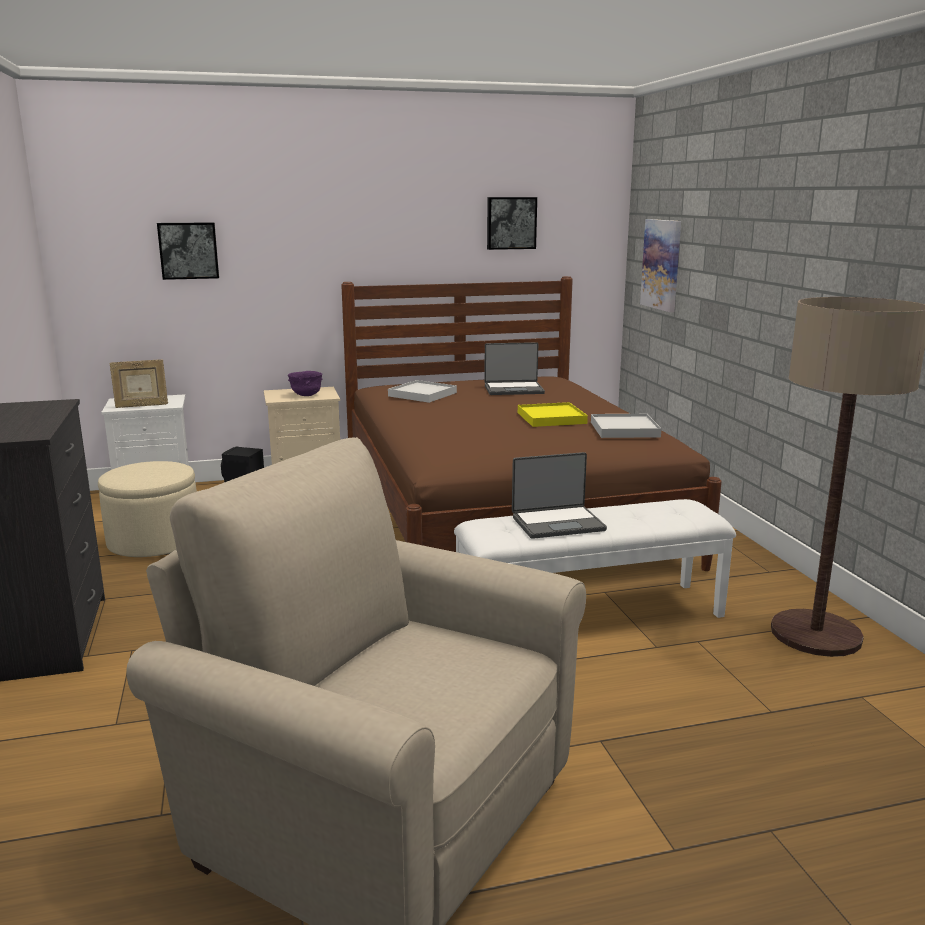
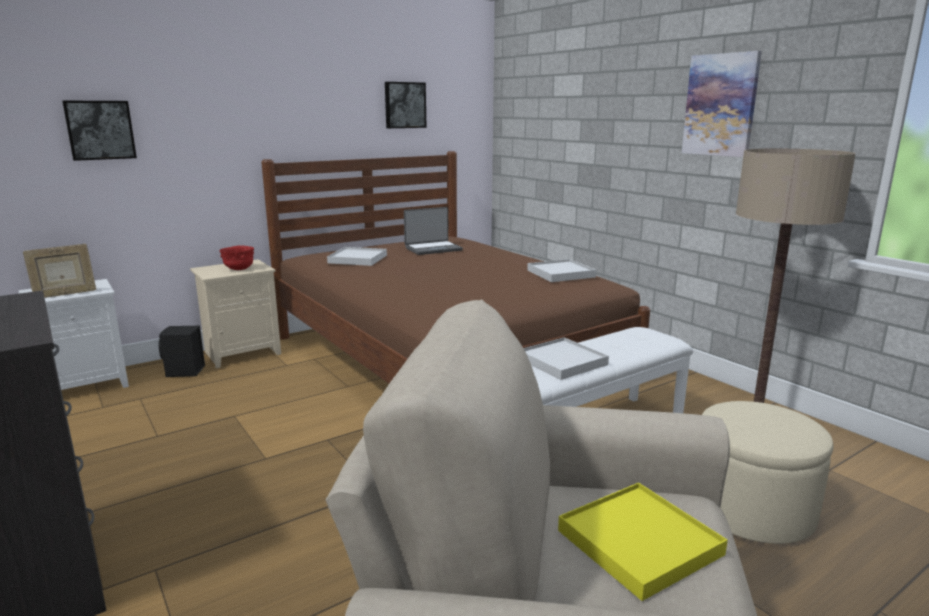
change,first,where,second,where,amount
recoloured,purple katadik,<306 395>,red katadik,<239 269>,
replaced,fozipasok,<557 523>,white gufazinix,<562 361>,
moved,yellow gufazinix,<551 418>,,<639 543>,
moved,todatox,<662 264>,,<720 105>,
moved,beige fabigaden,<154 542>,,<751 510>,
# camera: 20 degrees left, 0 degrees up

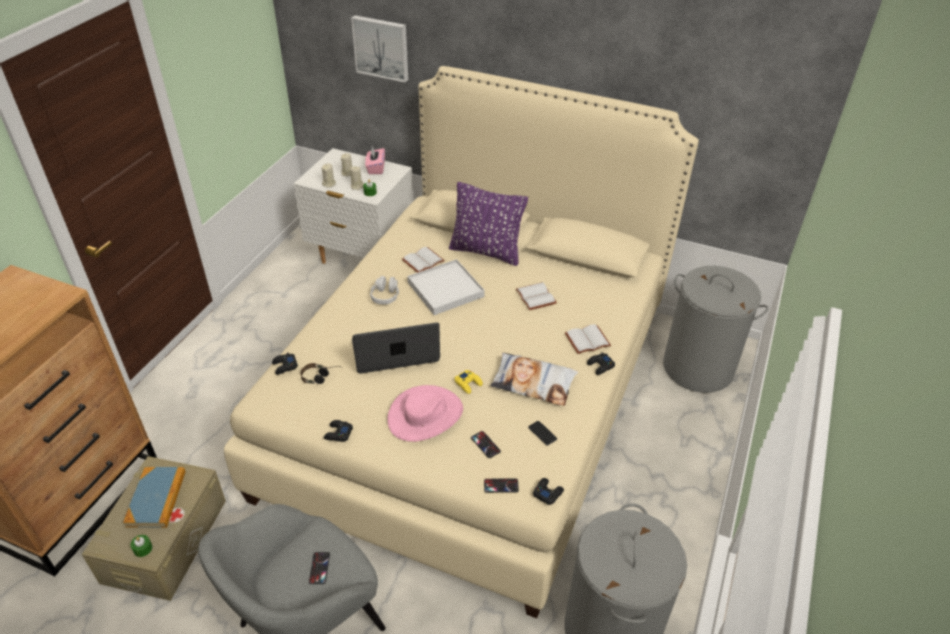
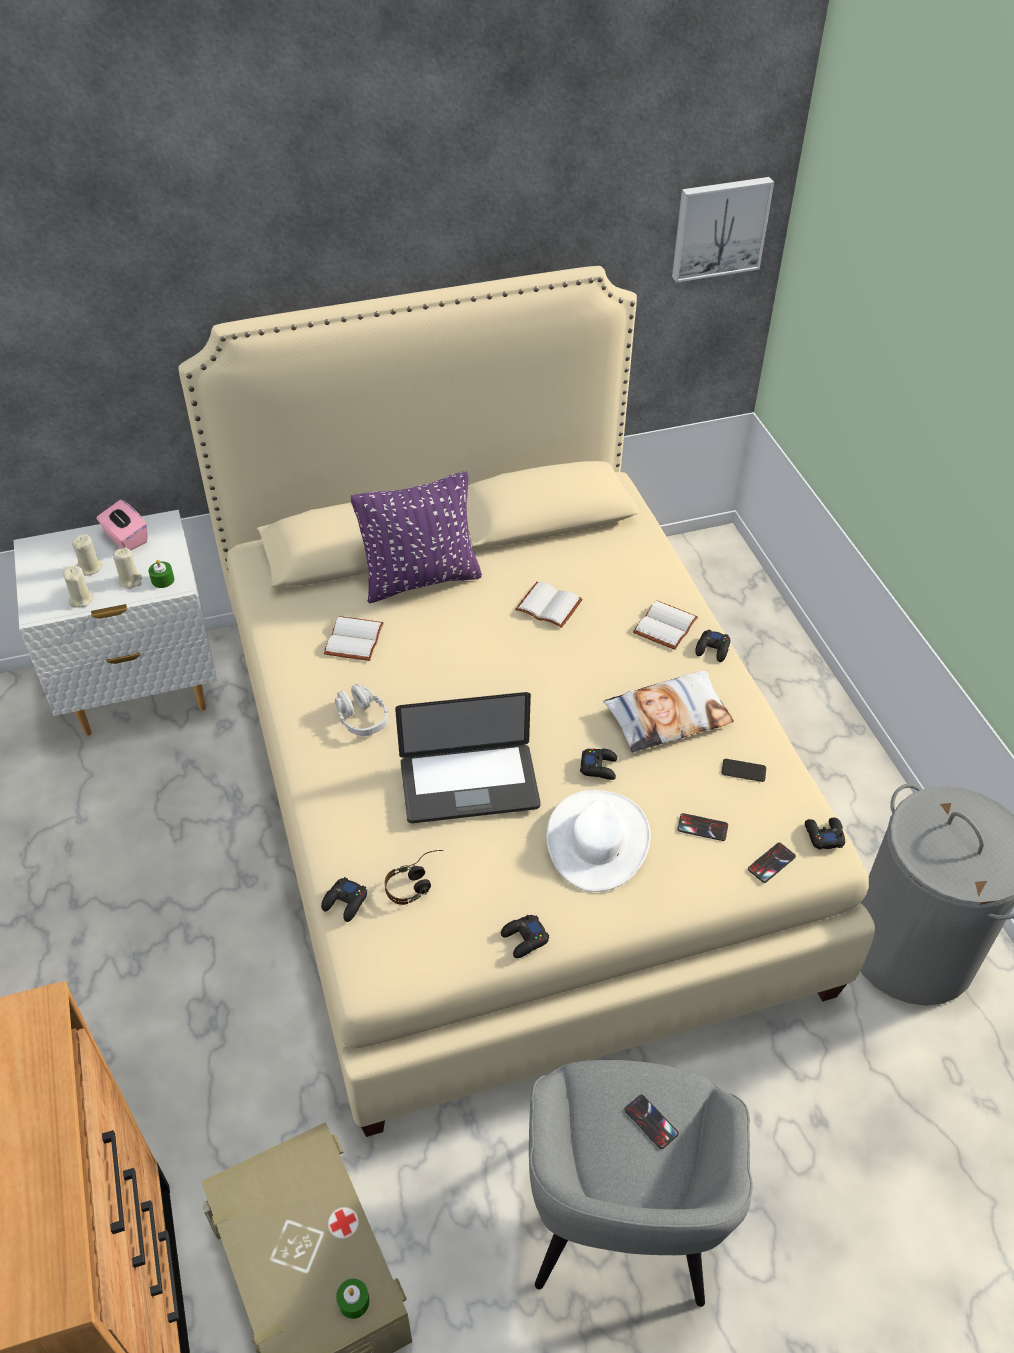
change,first,where,second,where,amount
turned,fozipasok,<395 352>,,<469 785>,135 degrees counterclockwise
recoloured,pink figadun,<425 415>,white figadun,<598 840>,
recoloured,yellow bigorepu,<468 383>,black bigorepu,<599 767>,
moved,todatox,<381 48>,,<719 227>,
removed,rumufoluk,<157 499>,,,
removed,white gufazinix,<445 289>,,,
removed,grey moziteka,<698 367>,,,
# camera: 40 degrees left, 5 degrees up

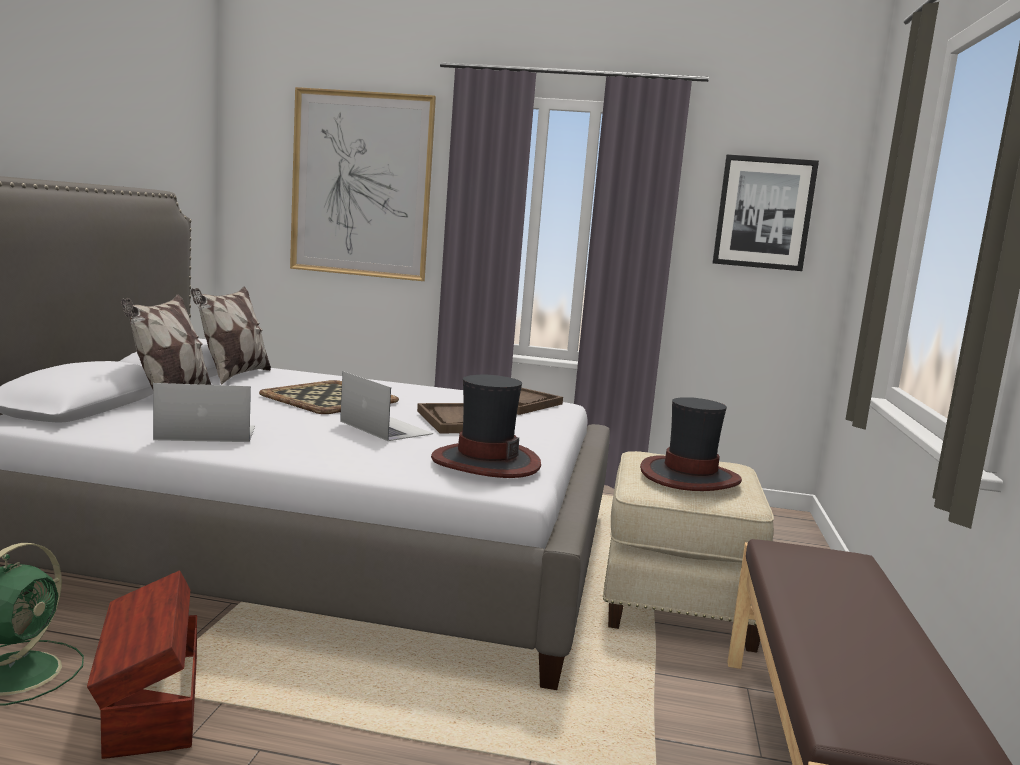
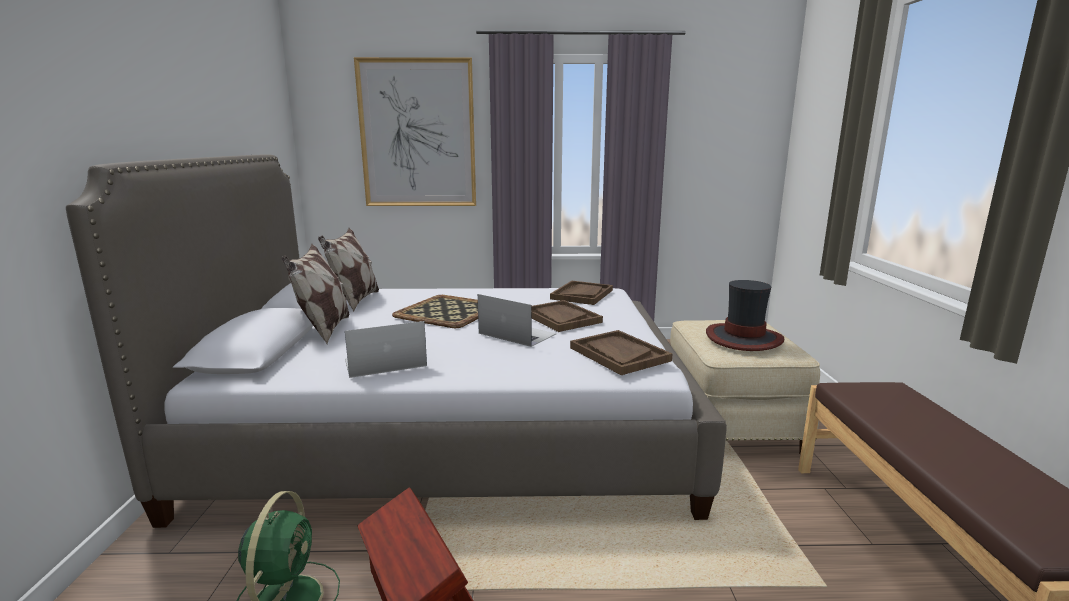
change,first,where,second,where,amount
replaced,figadun,<485 462>,brown gufazinix,<619 354>,
removed,todatox,<764 213>,,,
# camera: 10 degrees left, 5 degrees up

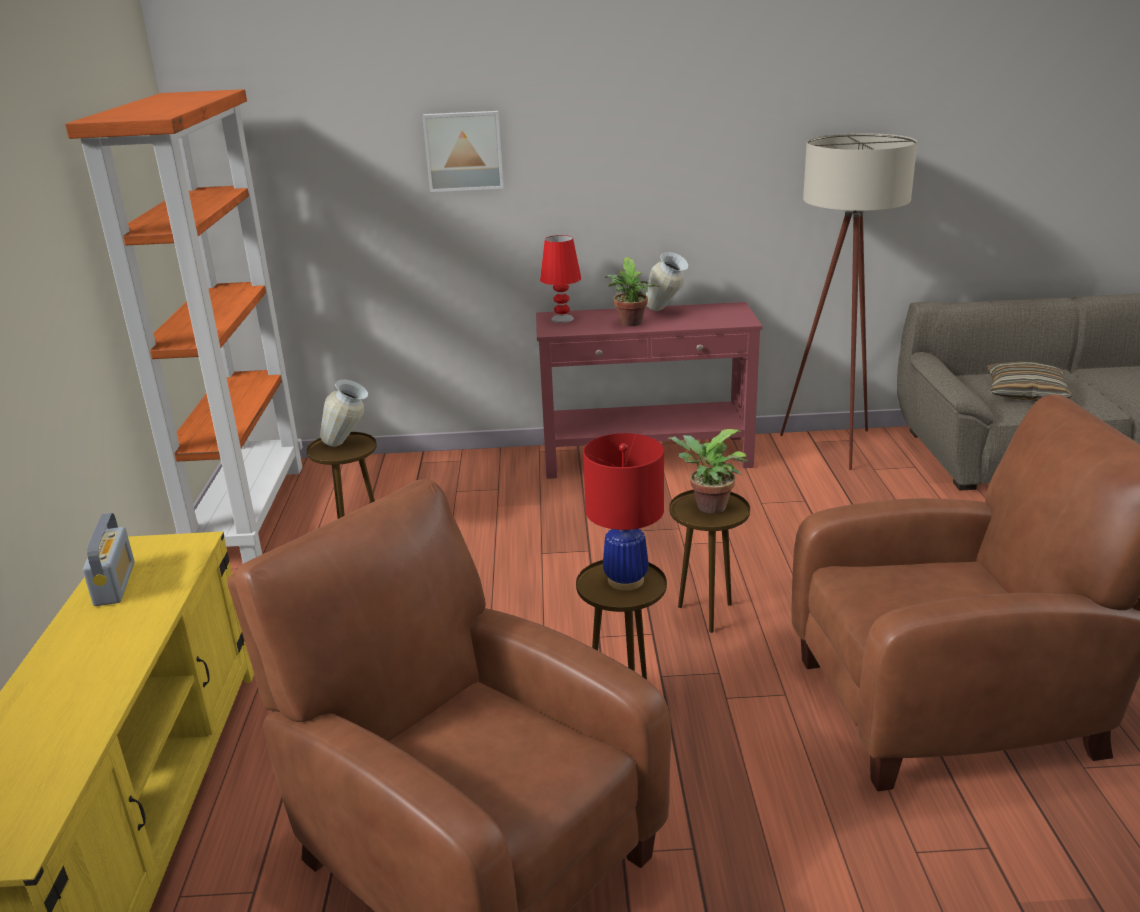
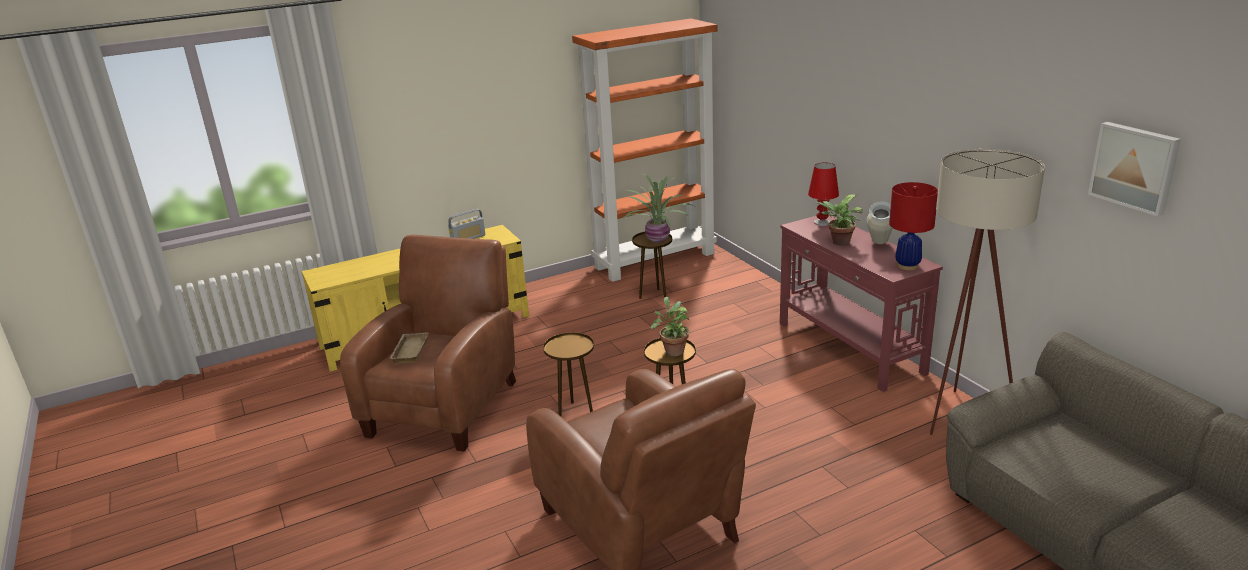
change,first,where,second,where,amount
added,,,beige gufazinix,<409 351>,
replaced,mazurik,<349 445>,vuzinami,<657 240>,
moved,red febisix,<625 580>,,<907 266>,
moved,todatox,<464 151>,,<1135 167>,
removed,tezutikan,<1025 393>,,,
# camera: 65 degrees right, 0 degrees up

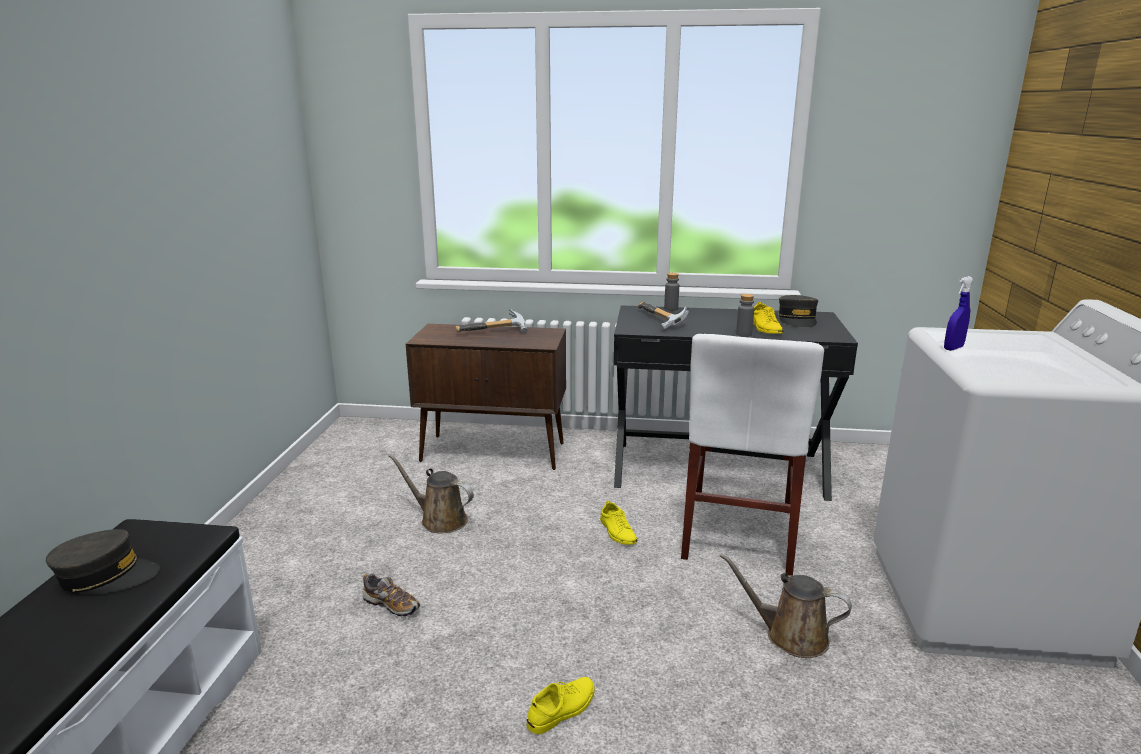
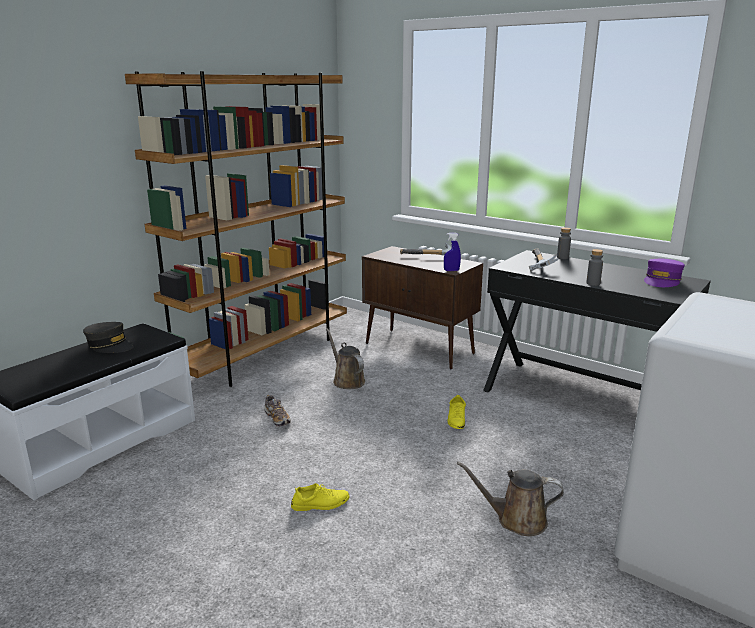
change,first,where,second,where,amount
added,,,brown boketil,<265 354>,
moved,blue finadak,<953 348>,,<451 270>,
turned,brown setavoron,<790 636>,,<516 520>,45 degrees counterclockwise
recoloured,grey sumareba,<797 320>,purple sumareba,<662 281>,
removed,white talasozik,<739 533>,,,
removed,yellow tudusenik,<765 328>,,,
# camera: 30 degrees right, 0 degrees up

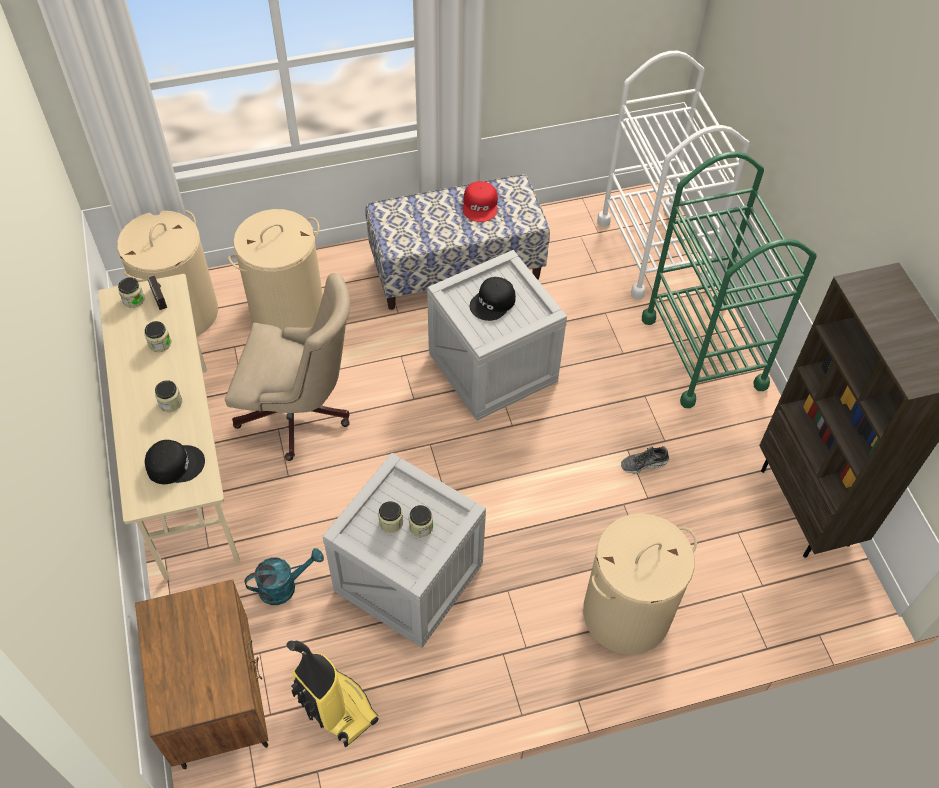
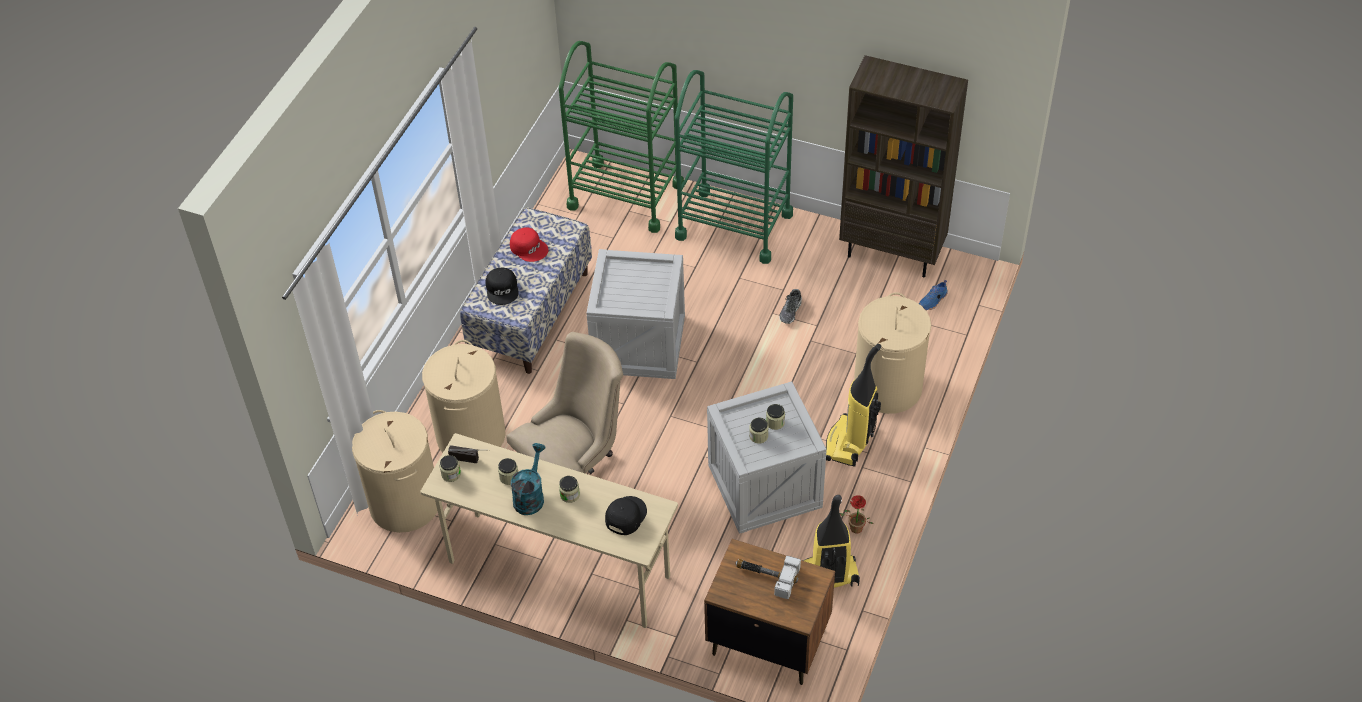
change,first,where,second,where,amount
moved,black sumareba,<493 302>,,<502 289>,
moved,turquoise setavoron,<284 586>,,<530 496>,
recoloured,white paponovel,<654 250>,green paponovel,<625 196>,
added,,,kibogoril,<766 575>,
added,,,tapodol,<849 443>,
added,,,vuzinami,<854 530>,
added,,,blue tudusenik,<933 301>,
# camera: 50 degrees left, 5 degrees down

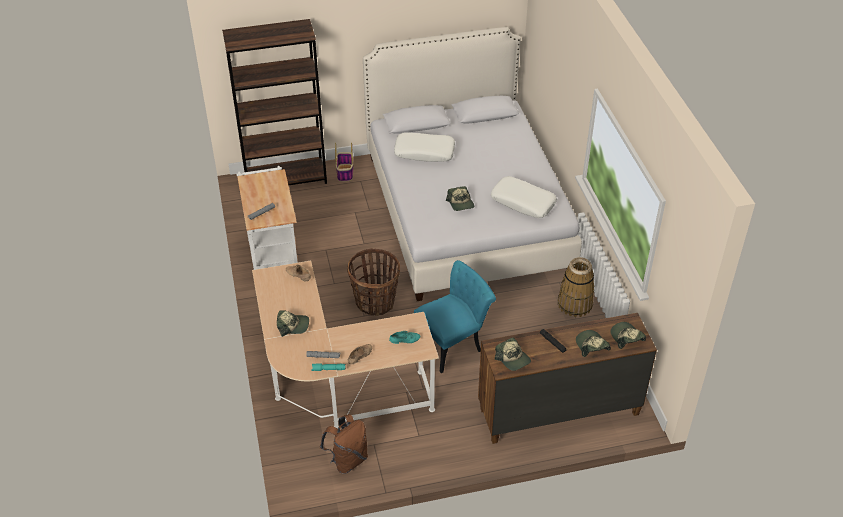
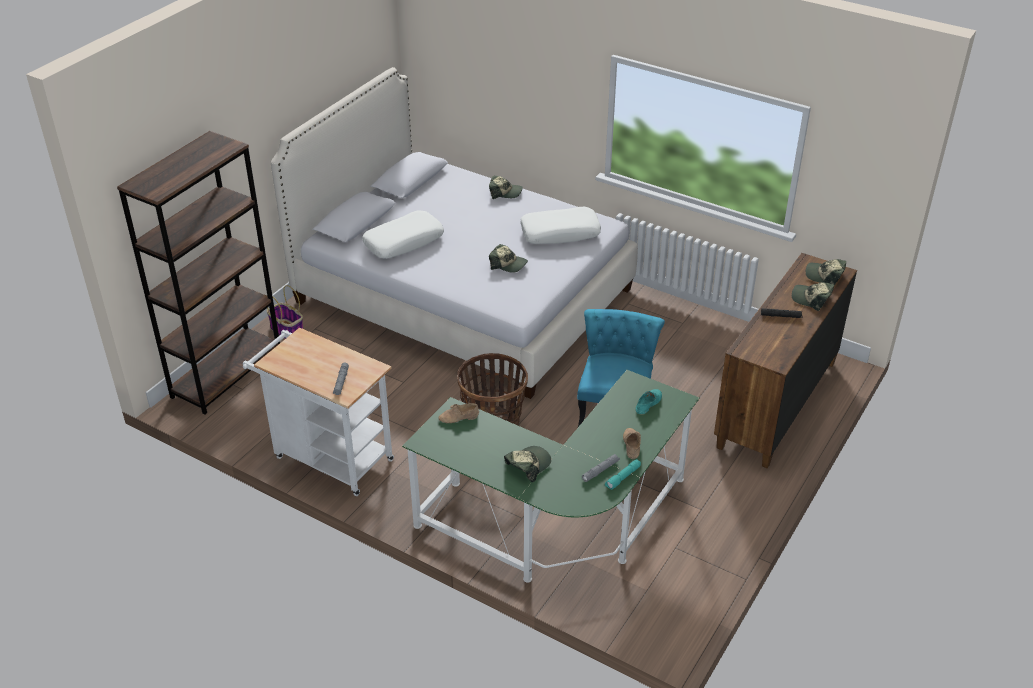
change,first,where,second,where,amount
recoloured,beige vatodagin,<332 383>,green vatodagin,<559 525>,
moved,sumareba,<513 359>,,<505 192>,
removed,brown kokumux,<347 460>,,,
removed,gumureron,<575 304>,,,
# camera: 45 degrees left, 5 degrees down

